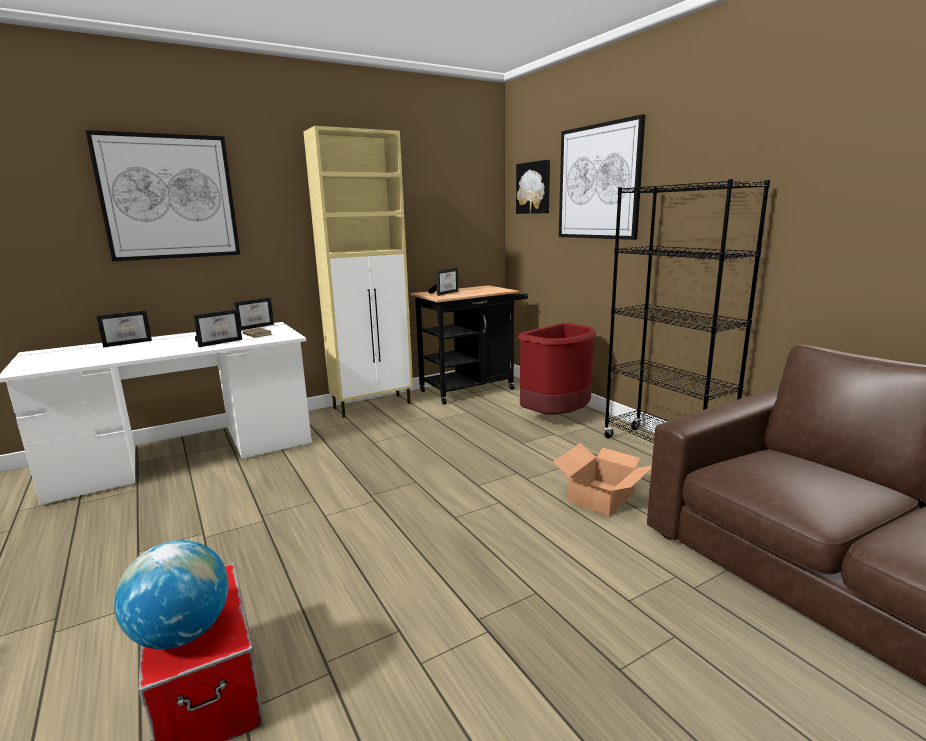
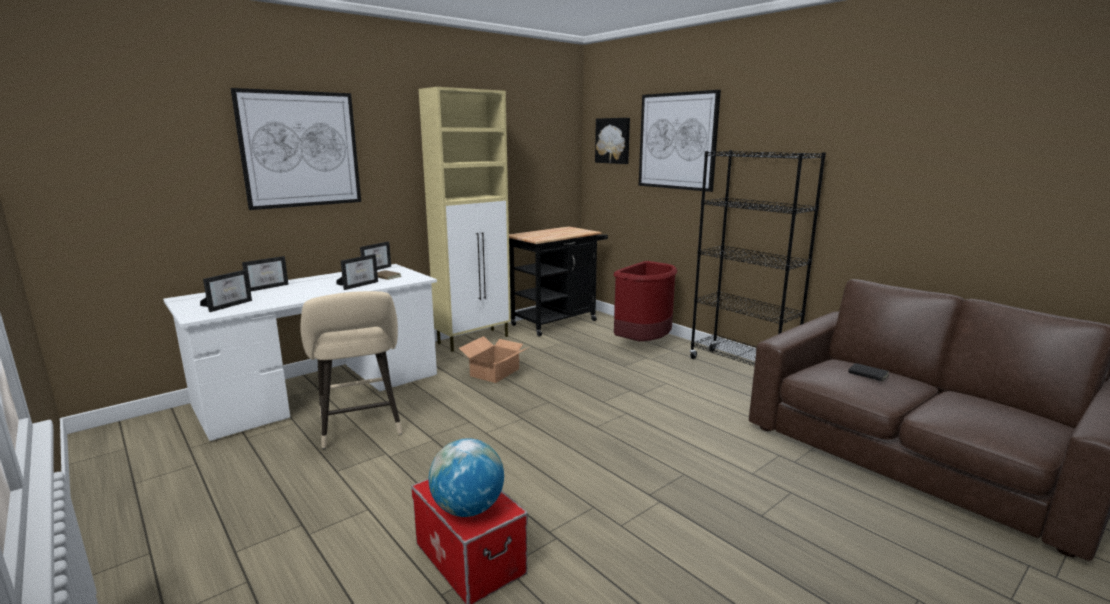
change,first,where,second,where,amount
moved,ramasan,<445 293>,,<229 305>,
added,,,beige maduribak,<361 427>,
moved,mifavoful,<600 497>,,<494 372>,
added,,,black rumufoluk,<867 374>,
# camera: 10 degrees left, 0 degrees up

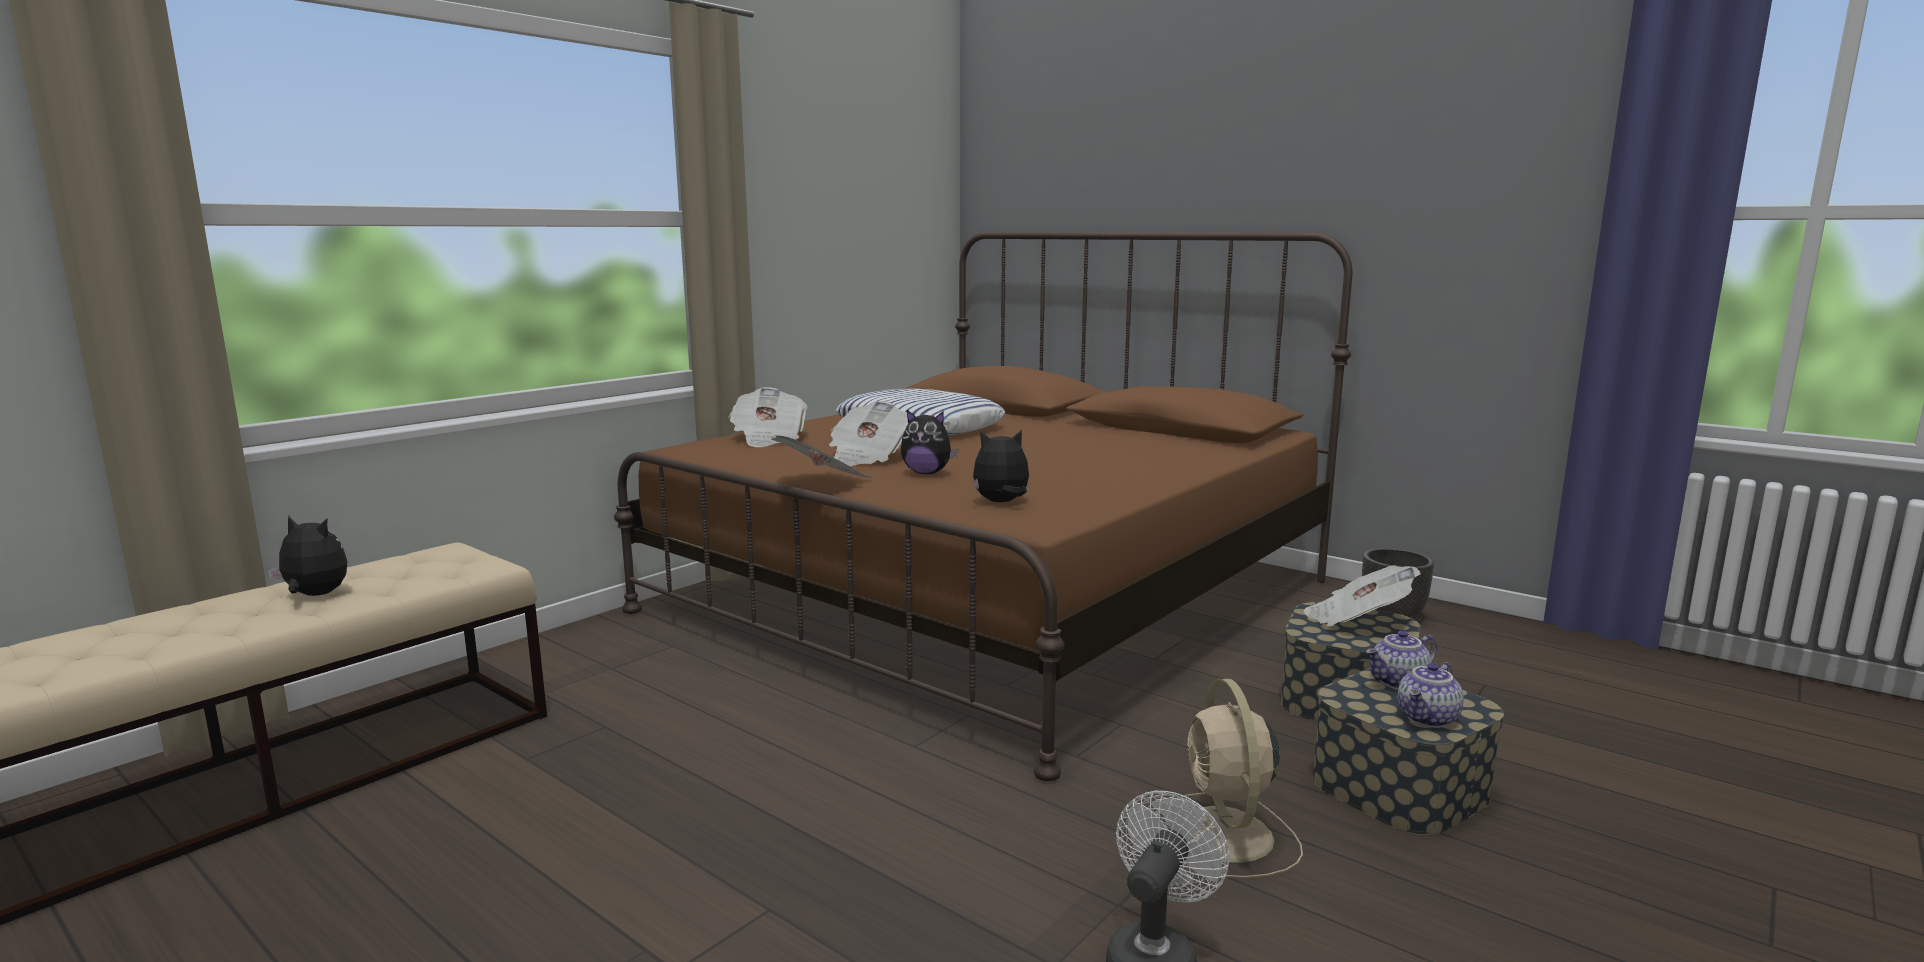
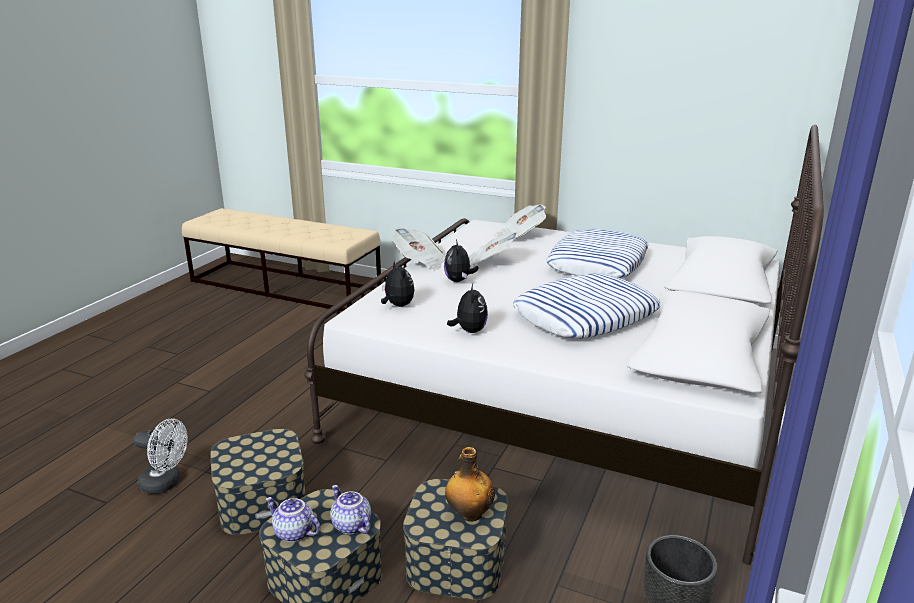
change,first,where,second,where,amount
replaced,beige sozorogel,<1225 837>,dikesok,<262 502>,
recoloured,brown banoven,<990 595>,white banoven,<568 392>,
replaced,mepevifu,<1356 621>,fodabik,<469 514>,
moved,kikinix,<314 595>,,<469 331>,
added,,,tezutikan,<585 316>,
# camera: 75 degrees right, 10 degrees up

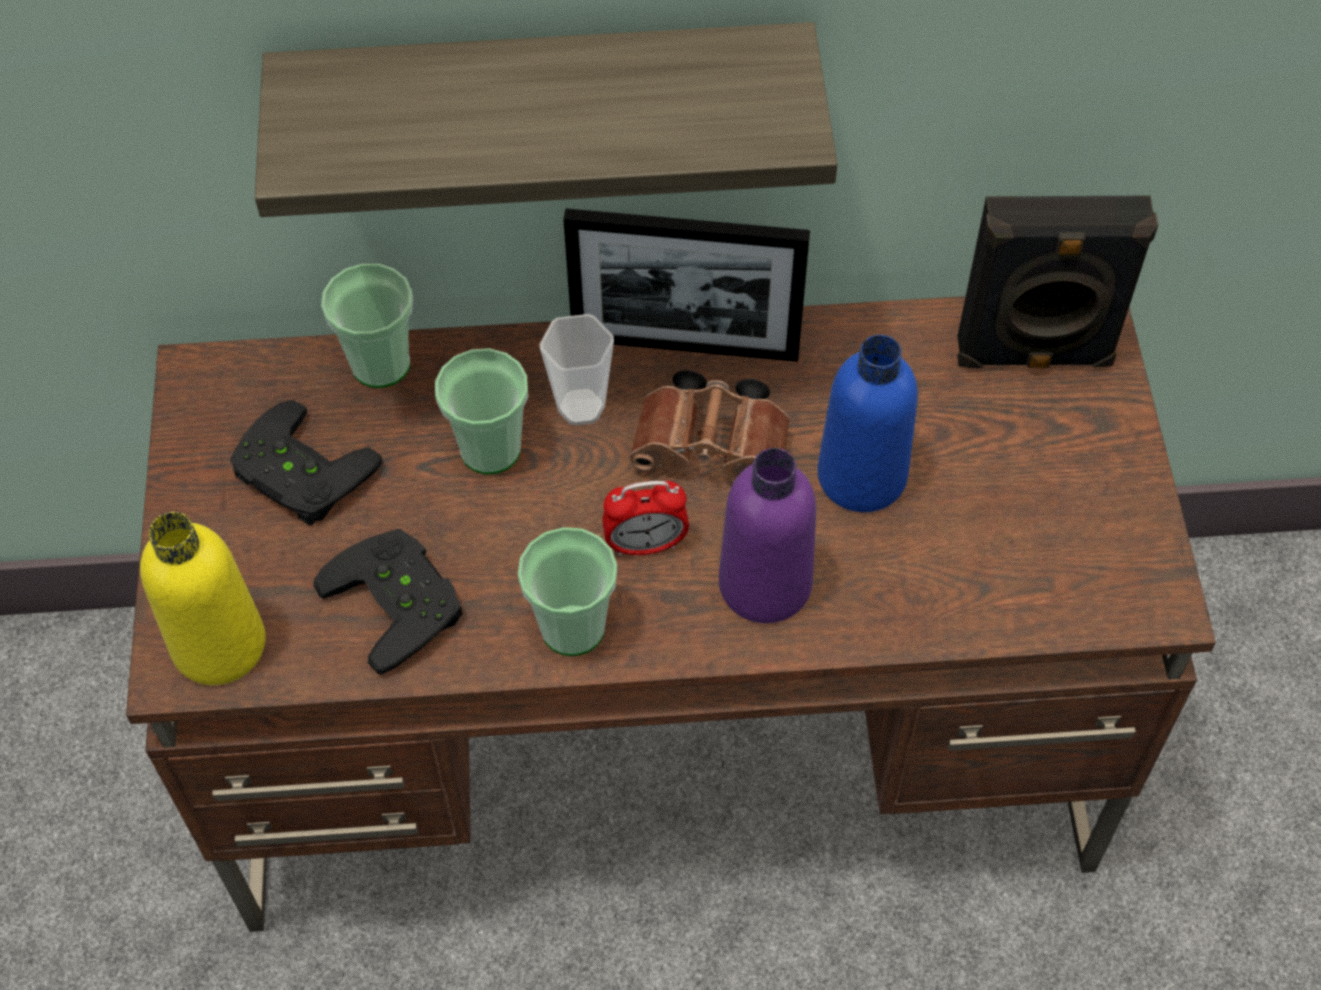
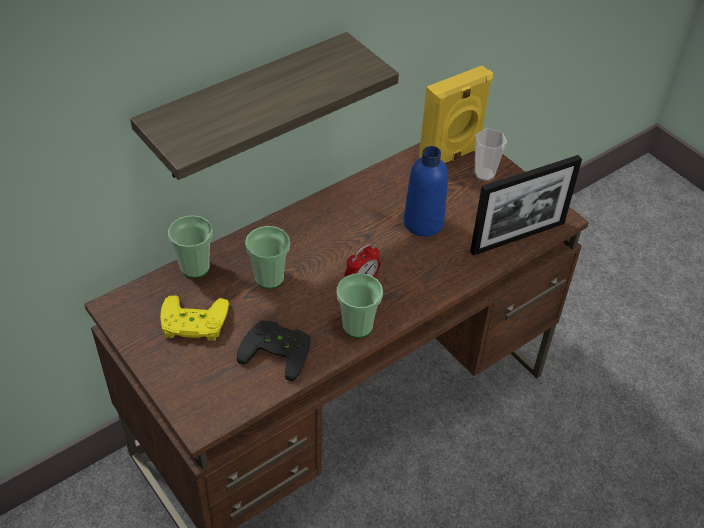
change,first,where,second,where,amount
recoloured,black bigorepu,<297 475>,yellow bigorepu,<193 324>,
recoloured,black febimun,<1034 356>,yellow febimun,<451 157>,
moved,ramasan,<685 345>,,<517 237>,
moved,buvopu,<581 407>,,<484 174>,
removed,yellow fodabik,<219 645>,,,
removed,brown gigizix,<716 448>,,,
removed,purple fodabik,<765 584>,,,
# camera: 35 degrees left, 10 degrees down

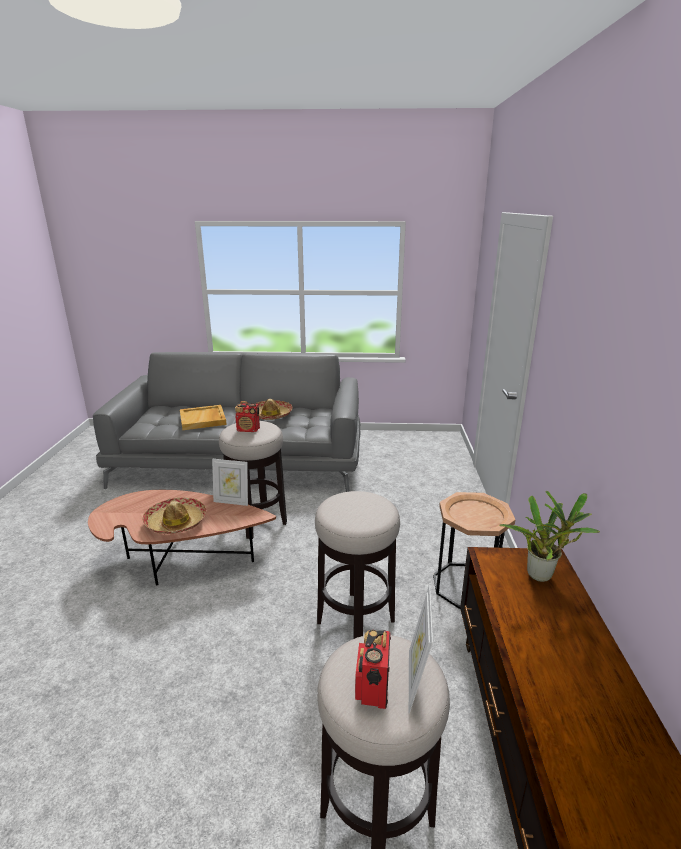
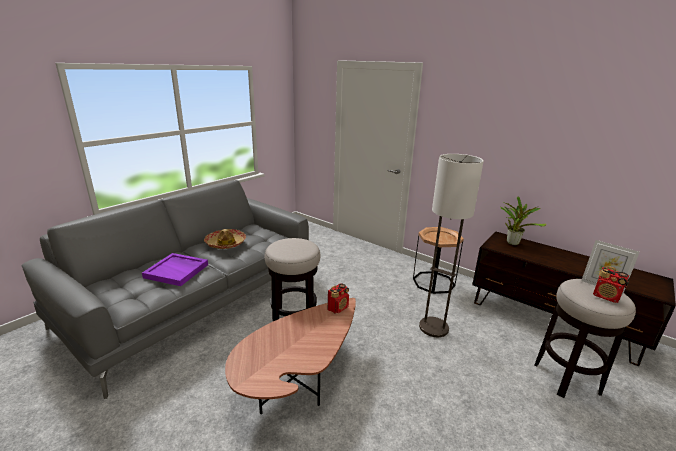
change,first,where,second,where,amount
recoloured,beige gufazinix,<203 419>,purple gufazinix,<177 271>,
moved,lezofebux,<248 430>,,<338 308>,
replaced,maduribak,<356 621>,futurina,<434 327>,
removed,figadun,<176 522>,,,
removed,ramasan,<232 501>,,,
# camera: 55 degrees left, 0 degrees up

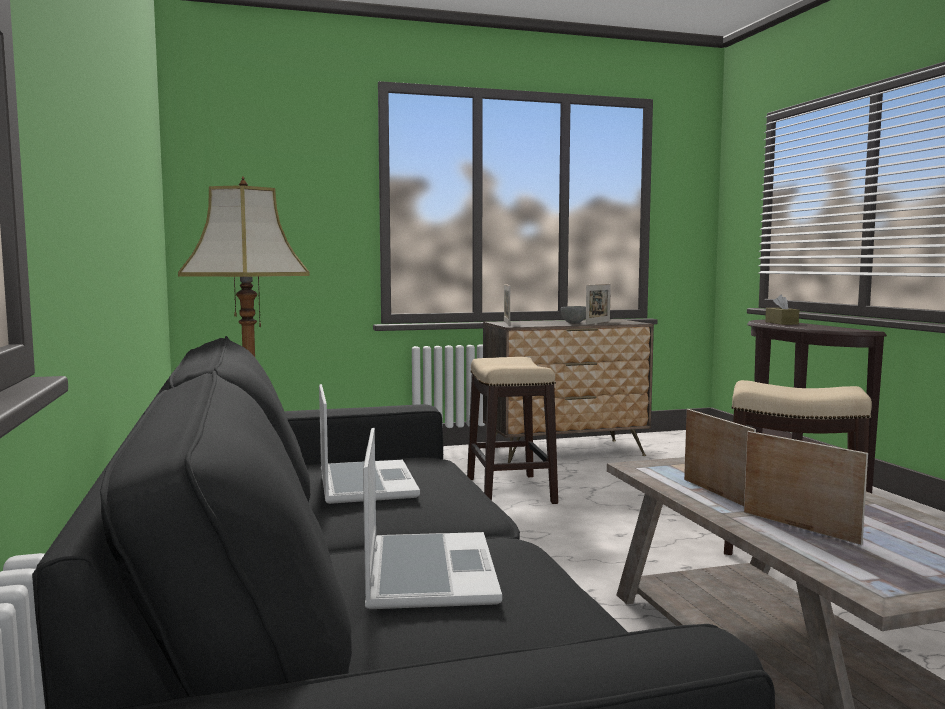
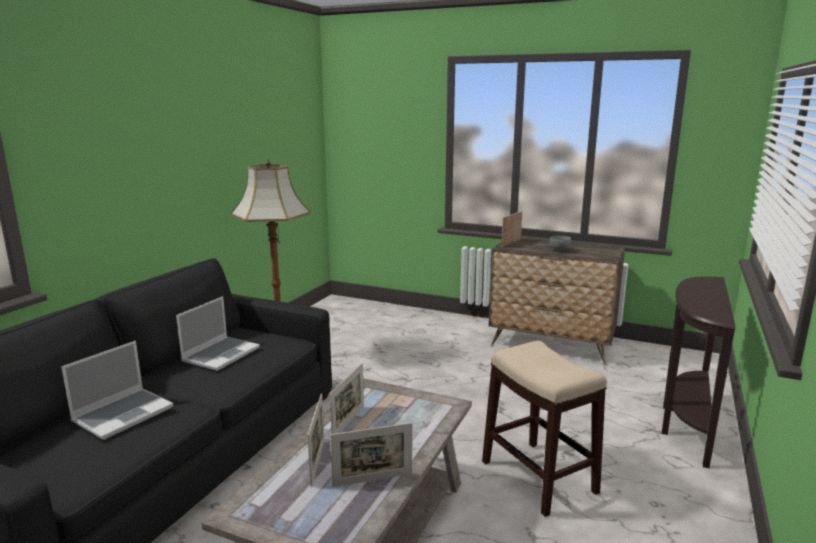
change,first,where,second,where,amount
moved,ramasan,<598 322>,,<373 480>,
removed,maduribak,<510 491>,,,
removed,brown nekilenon,<781 323>,,,
# camera: 40 degrees right, 10 degrees up

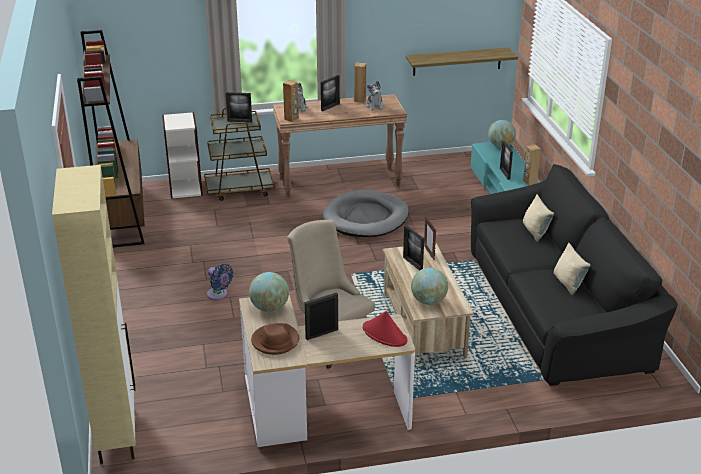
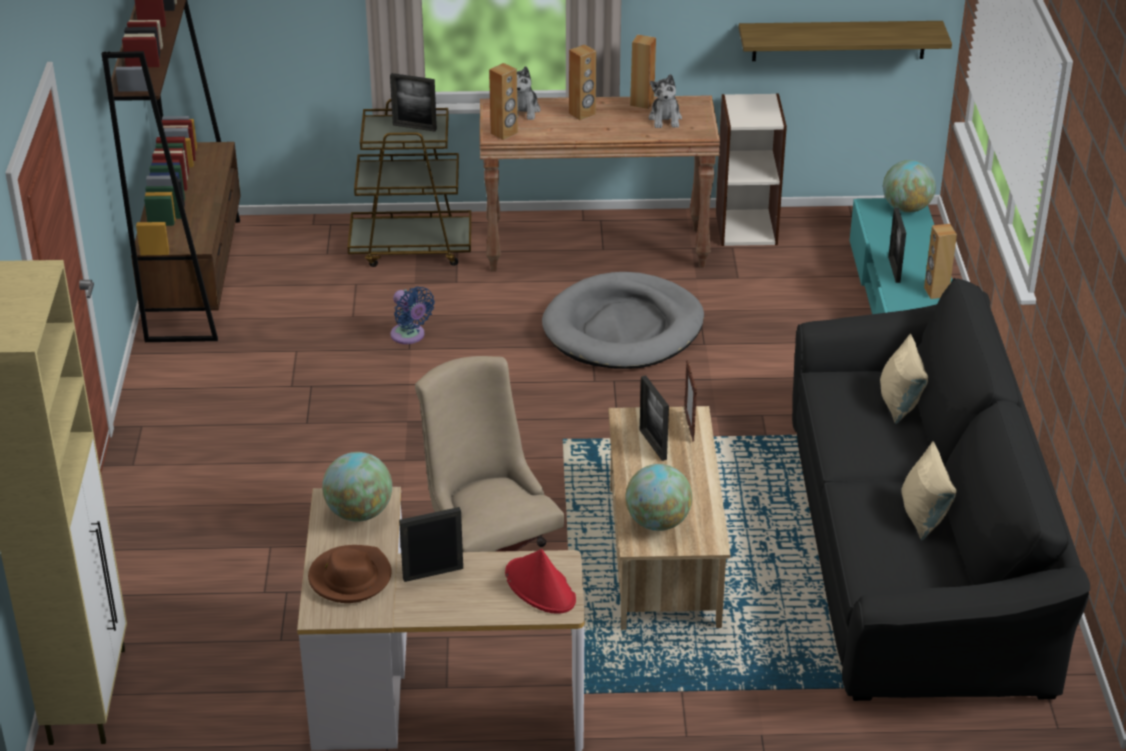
change,first,where,second,where,amount
moved,blue sozorogel,<218 295>,,<409 336>,
replaced,ramasan,<330 107>,brown febimun,<582 114>,
moved,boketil,<185 188>,,<746 227>,
# camera: 10 degrees right, 5 degrees up

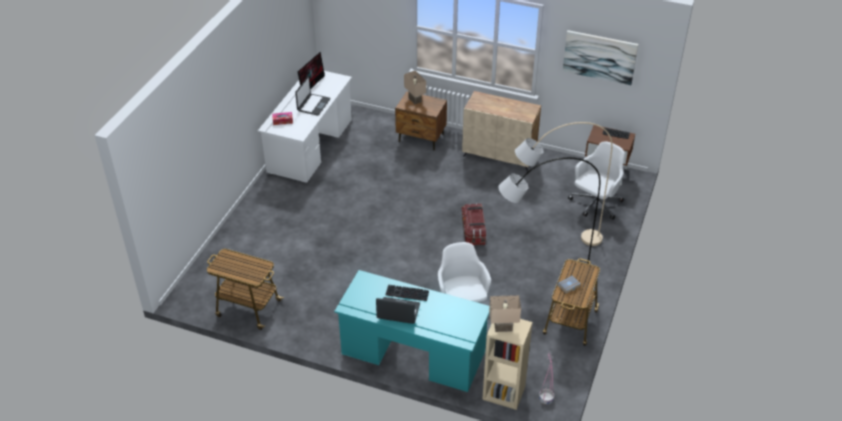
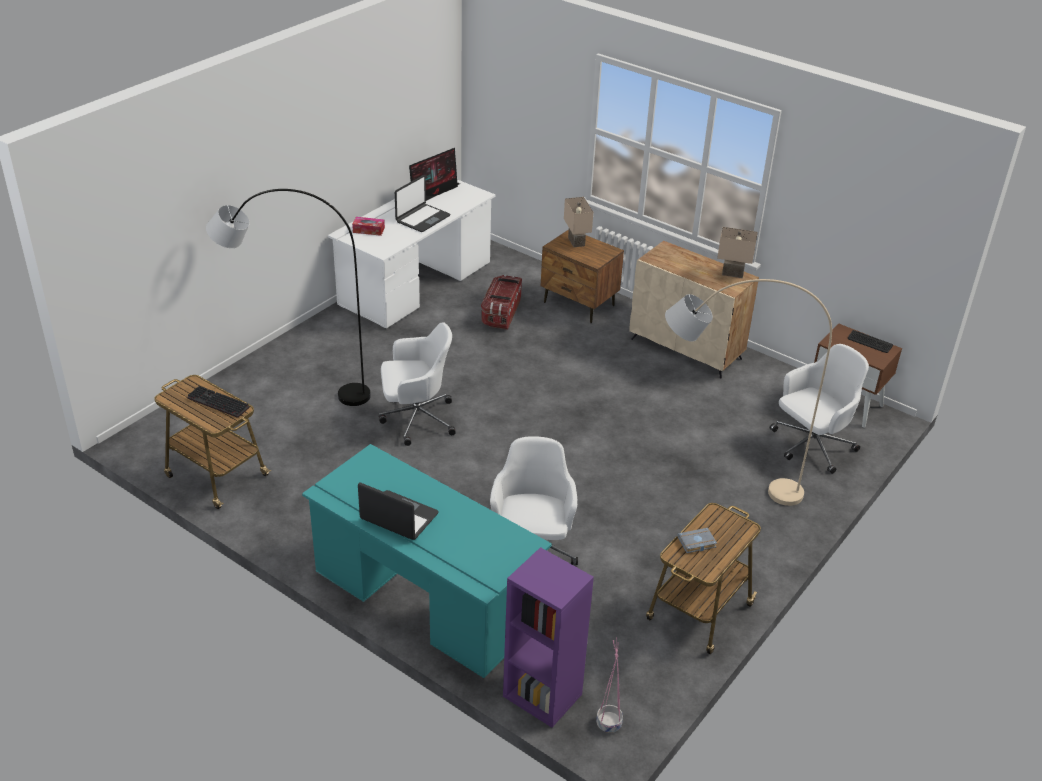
change,first,where,second,where,amount
moved,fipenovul,<406 294>,,<216 403>,
moved,grey futurina,<538 278>,,<295 388>,
added,,,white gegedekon,<416 418>,
moved,dikesok,<473 231>,,<501 313>,
recoloured,beige boketil,<503 393>,purple boketil,<541 695>,
moved,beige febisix,<503 326>,,<733 273>,
removed,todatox,<599 57>,,,
# camera: 15 degrees right, 5 degrees down

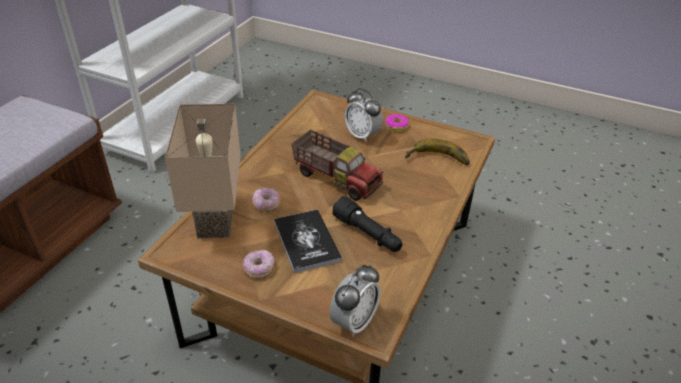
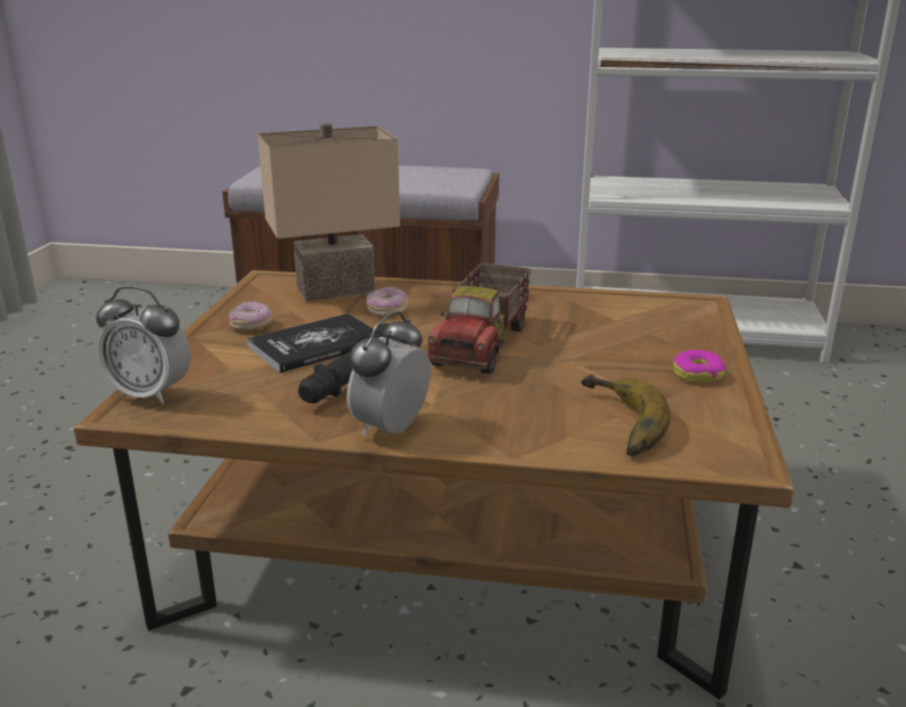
change,first,where,second,where,amount
moved,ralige,<362 135>,,<391 429>,
# camera: 75 degrees right, 15 degrees down

